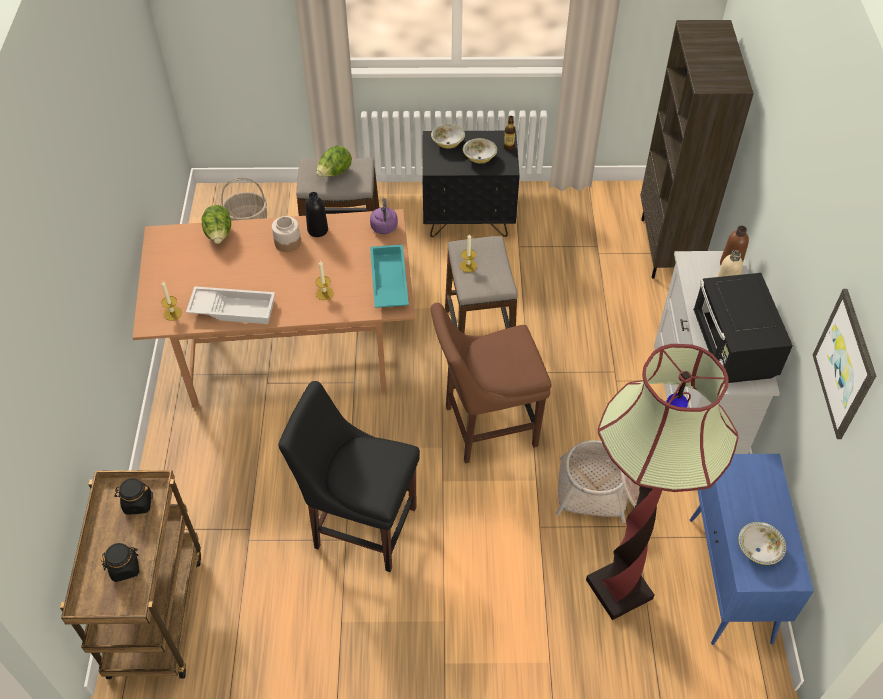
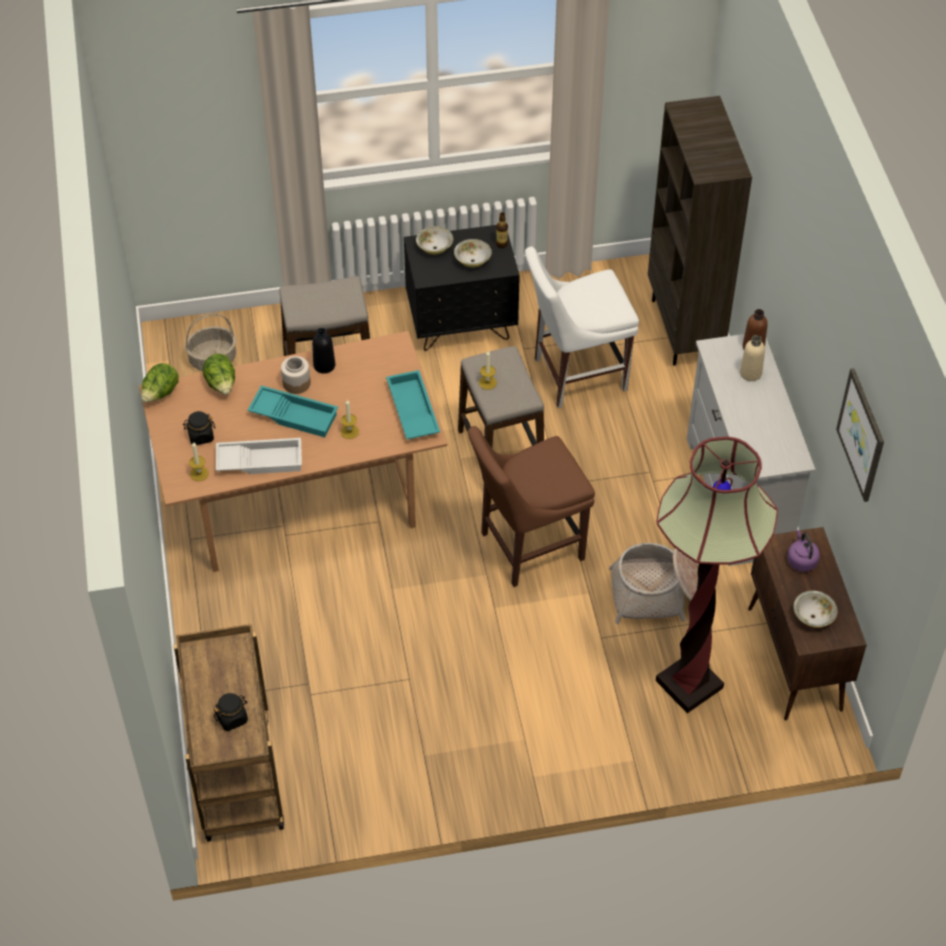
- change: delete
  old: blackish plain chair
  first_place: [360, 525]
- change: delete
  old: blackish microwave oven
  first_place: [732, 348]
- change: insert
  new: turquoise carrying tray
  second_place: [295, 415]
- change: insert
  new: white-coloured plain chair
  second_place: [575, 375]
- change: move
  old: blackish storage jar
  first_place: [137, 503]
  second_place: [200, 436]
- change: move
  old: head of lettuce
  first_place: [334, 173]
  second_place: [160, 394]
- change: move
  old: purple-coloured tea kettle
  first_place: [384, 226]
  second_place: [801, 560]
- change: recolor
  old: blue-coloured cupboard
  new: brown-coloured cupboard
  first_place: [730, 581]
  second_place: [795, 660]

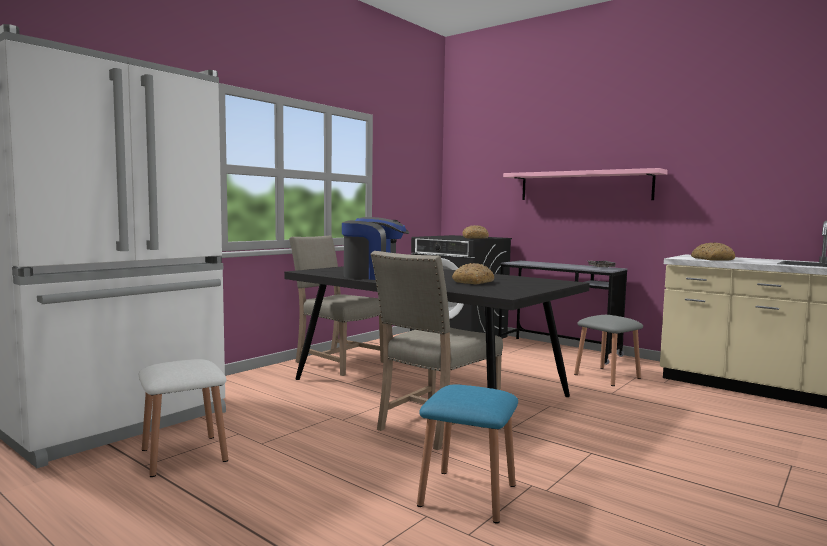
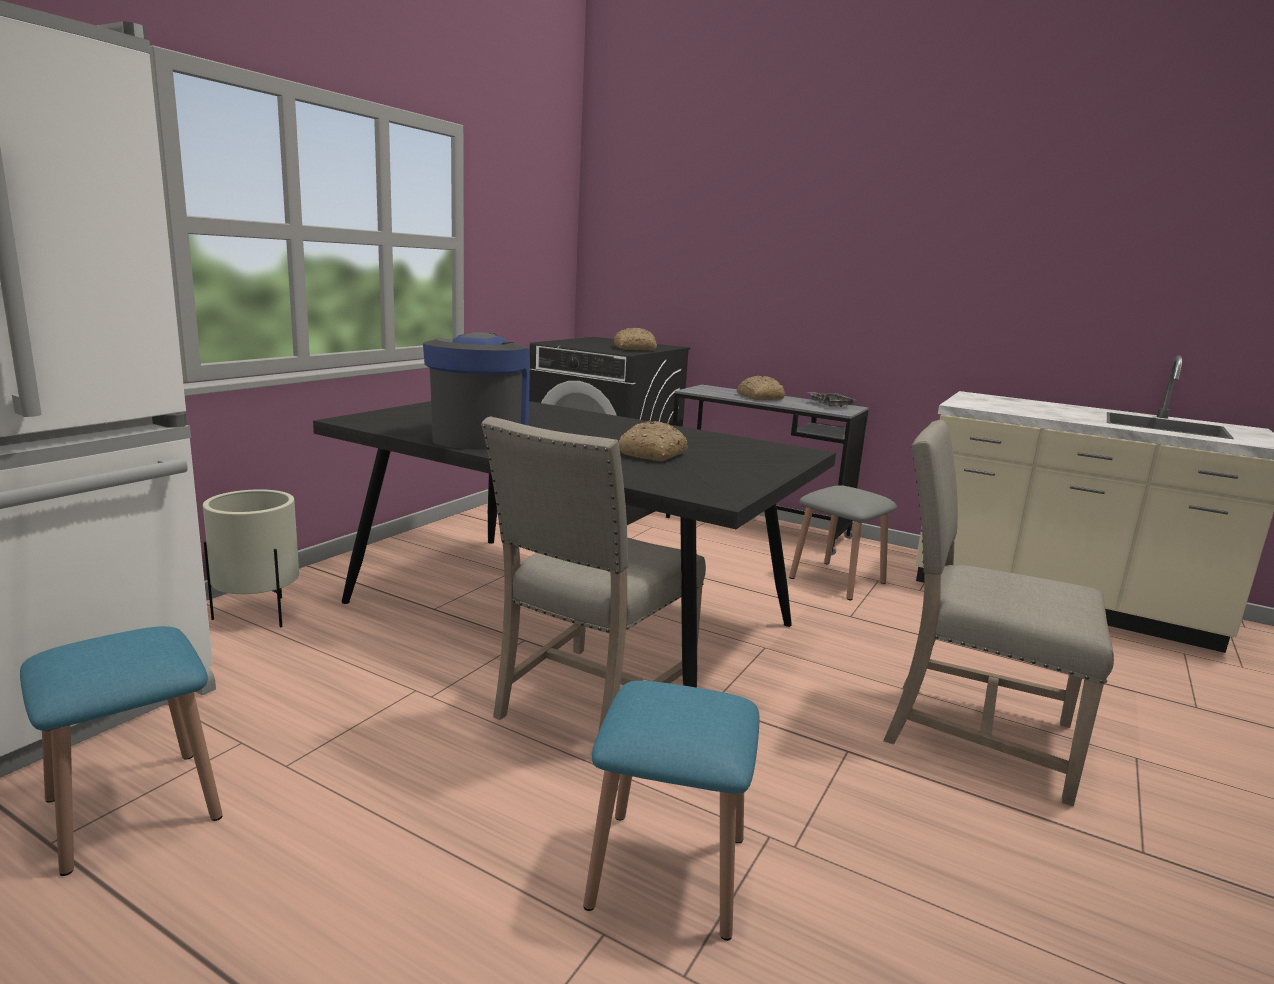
- change: delete
  old: pinkish bracket shelf
  first_place: [584, 186]
- change: insert
  new: sand-coloured planter
  second_place: [258, 614]
- change: move
  old: sand-coloured plain chair
  first_place: [337, 362]
  second_place: [971, 733]
- change: move
  old: bakery bread
  first_place: [711, 259]
  second_place: [759, 397]
- change: recolor
  old: white-coloured stool seat
  new: blue-coloured stool seat
  first_place: [184, 455]
  second_place: [133, 808]
- change: rotate
  old: coffee machine
  first_place: [374, 276]
  second_place: [479, 436]
  degrees: -90

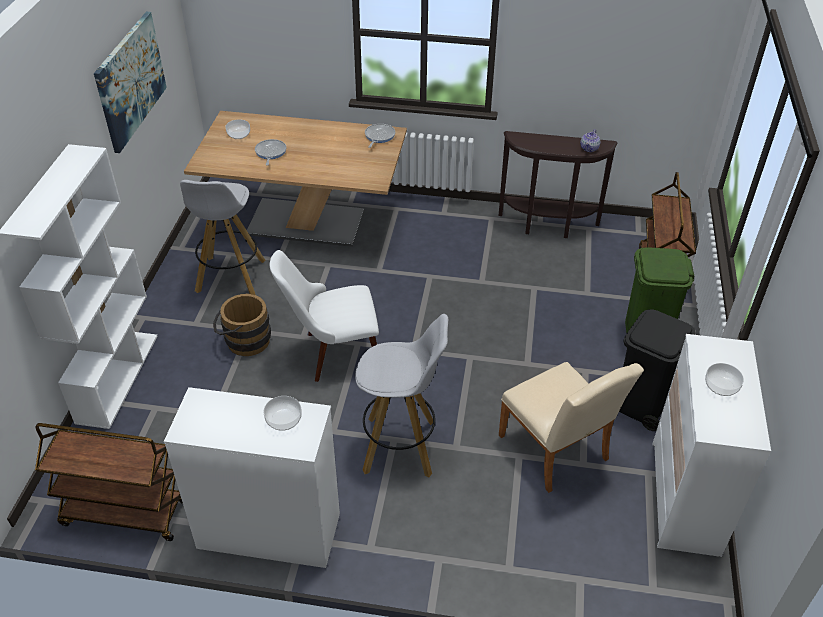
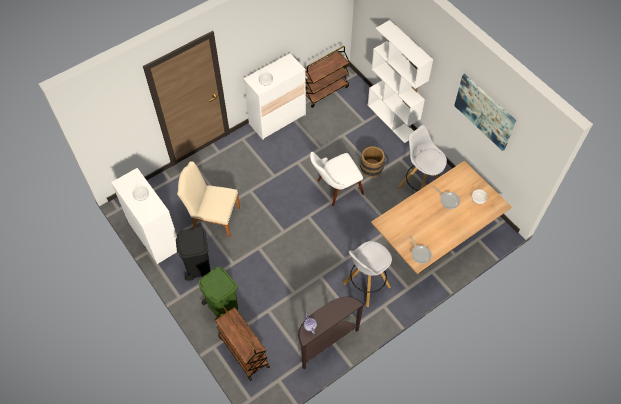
- change: move
  old: white-coloured stool seat
  first_place: [401, 446]
  second_place: [366, 285]
- change: rotate
  old: white-coloured plain chair
  first_place: [333, 354]
  second_place: [334, 189]
  degrees: -150

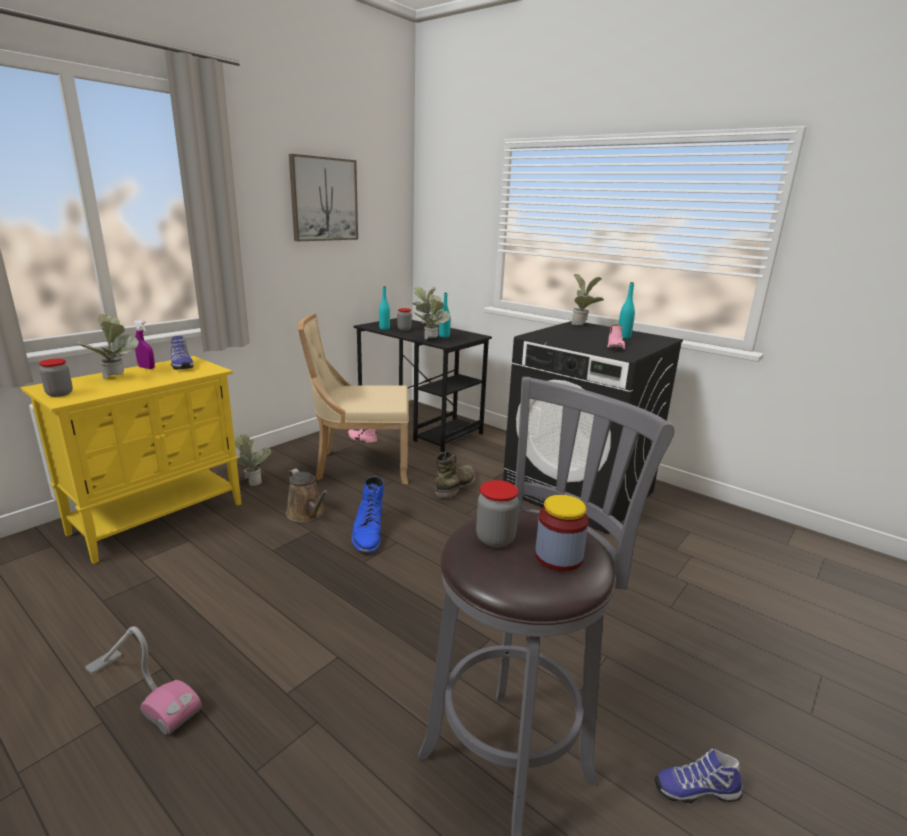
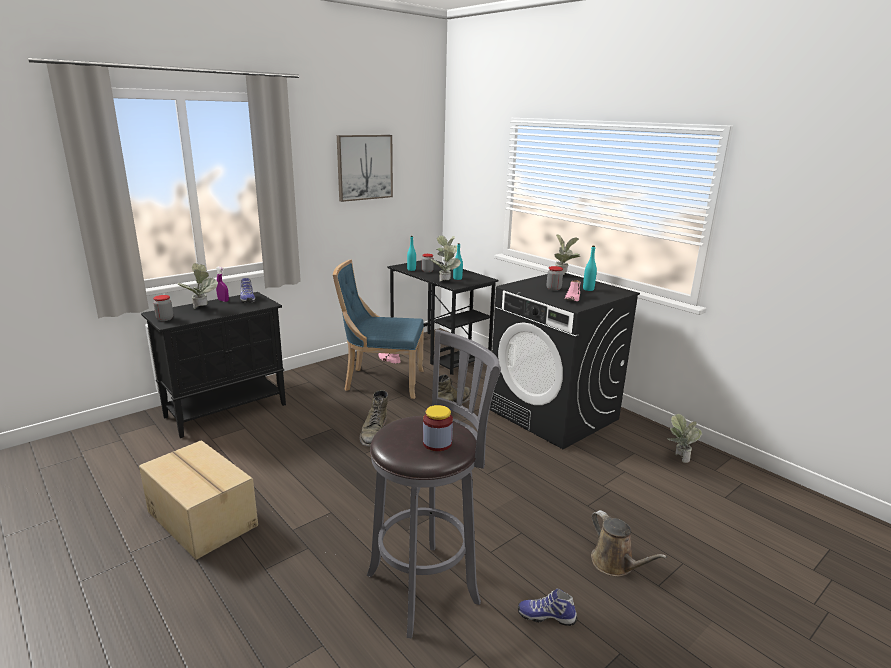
- change: move
  old: potted plant
  first_place: [251, 481]
  second_place: [678, 457]
- change: move
  old: brown-coloured watering pot
  first_place: [307, 514]
  second_place: [615, 564]
- change: move
  old: storage jar
  first_place: [495, 539]
  second_place: [553, 289]
- change: replace
  old: hoover
  new: cardboard box
  first_place: [141, 690]
  second_place: [203, 518]
- change: recolor
  old: yellowish cupboard
  new: blackish cupboard
  first_place: [159, 518]
  second_place: [227, 410]
- change: recolor
  old: sand-coloured plain chair
  new: blue-coloured plain chair
  first_place: [360, 465]
  second_place: [381, 381]
- change: recolor
  old: blue-coloured boot
  new: green-coloured boot
  first_place: [368, 533]
  second_place: [374, 433]

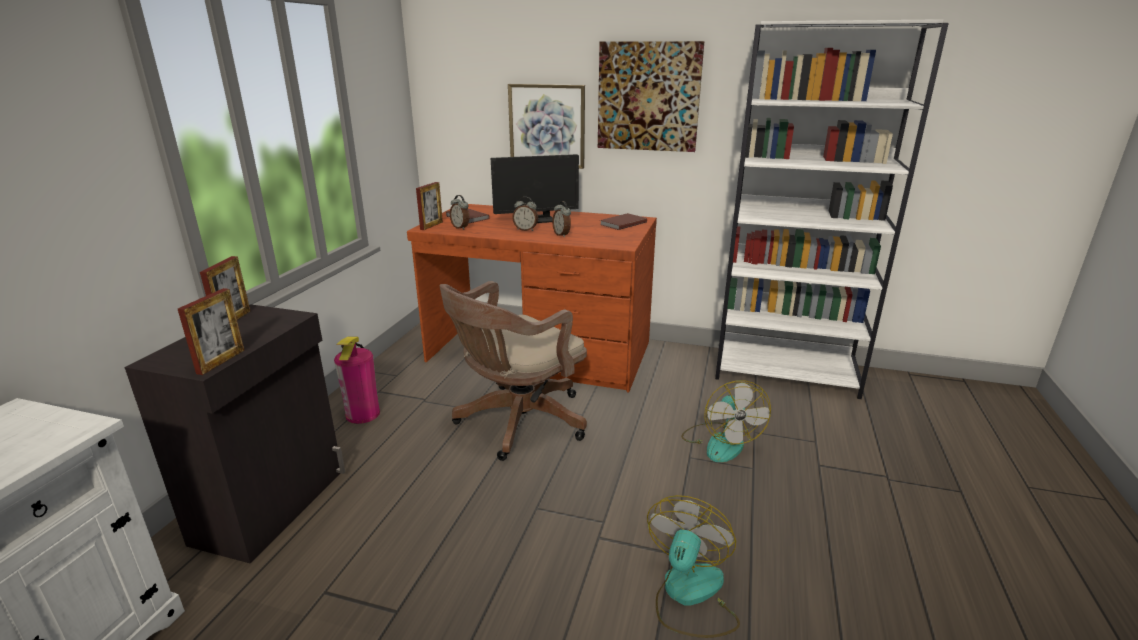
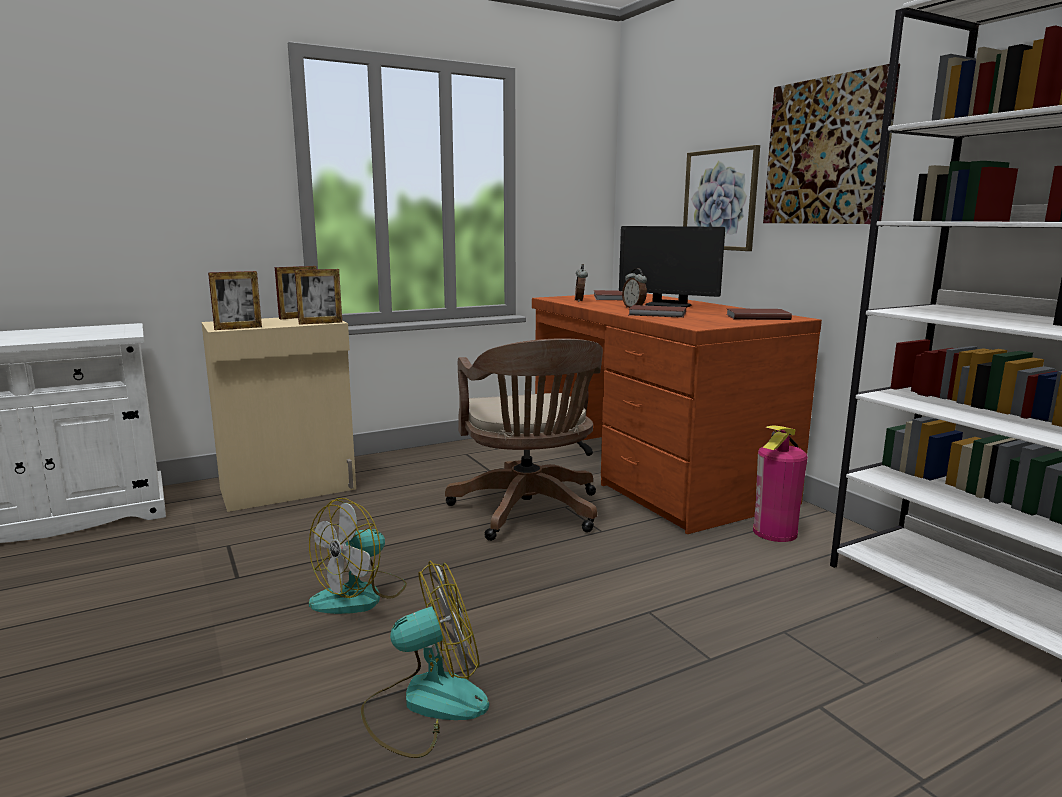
- change: move
  old: extinguisher
  first_place: [363, 414]
  second_place: [775, 532]
- change: move
  old: standing frame
  first_place: [431, 226]
  second_place: [320, 323]
- change: move
  old: electric fan
  first_place: [720, 442]
  second_place: [360, 595]
- change: replace
  old: table clock
  new: brown-coloured volume
  first_place: [562, 235]
  second_place: [658, 314]
- change: recolor
  old: blackish cupboard
  new: sand-coloured cupboard
  first_place: [273, 505]
  second_place: [290, 489]
- change: rotate
  old: brown-coloured office chair
  first_place: [517, 423]
  second_place: [529, 513]
  degrees: -105

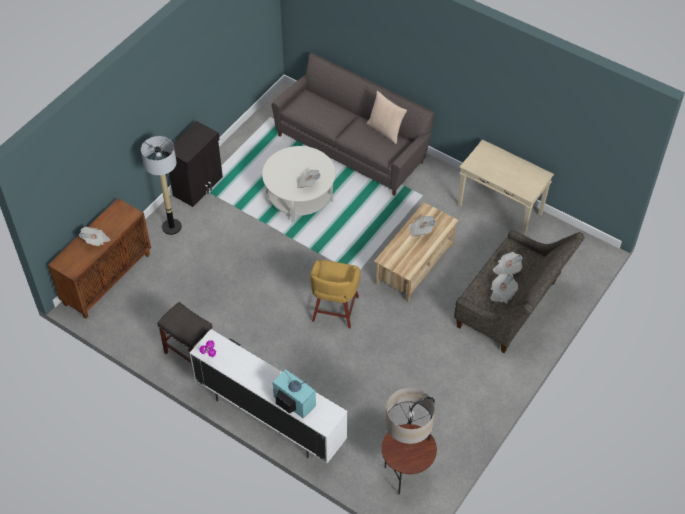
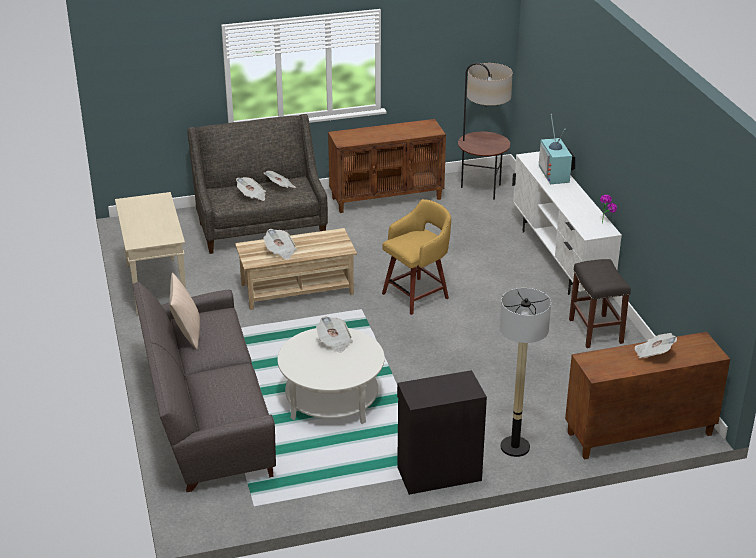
- change: insert
  new: brown-coloured cupboard
  second_place: [387, 198]

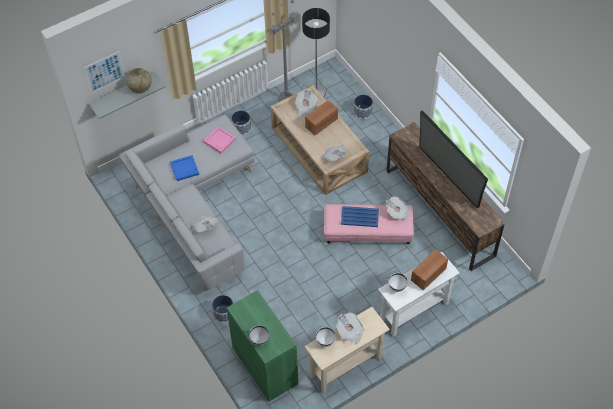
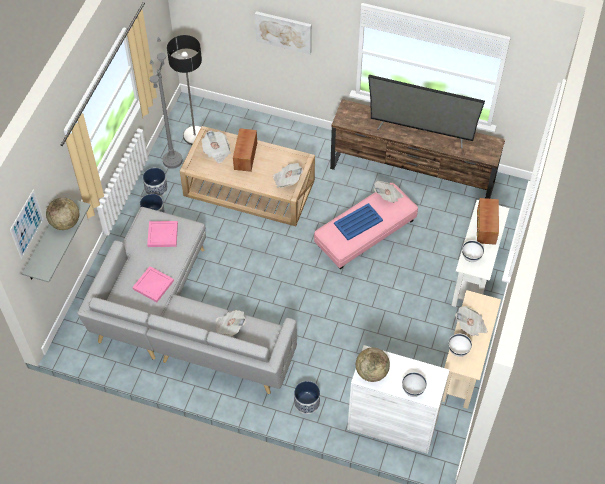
- change: insert
  new: picture
  second_place: [284, 31]
- change: insert
  new: desk globe
  second_place: [371, 372]
- change: move
  old: planter
  first_place: [362, 112]
  second_place: [156, 188]
- change: recolor
  old: blue-coloured carrying tray
  new: pinkish carrying tray
  first_place: [185, 169]
  second_place: [154, 285]
- change: recolor
  old: green-coloured cupboard
  new: white-coloured cupboard
  first_place: [265, 366]
  second_place: [392, 423]

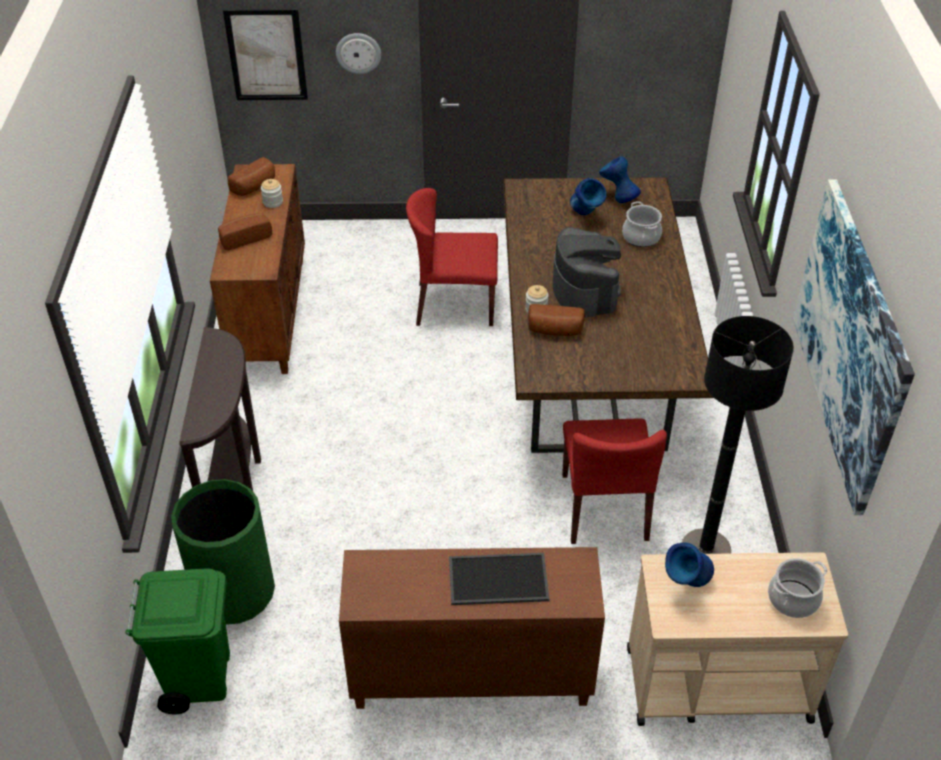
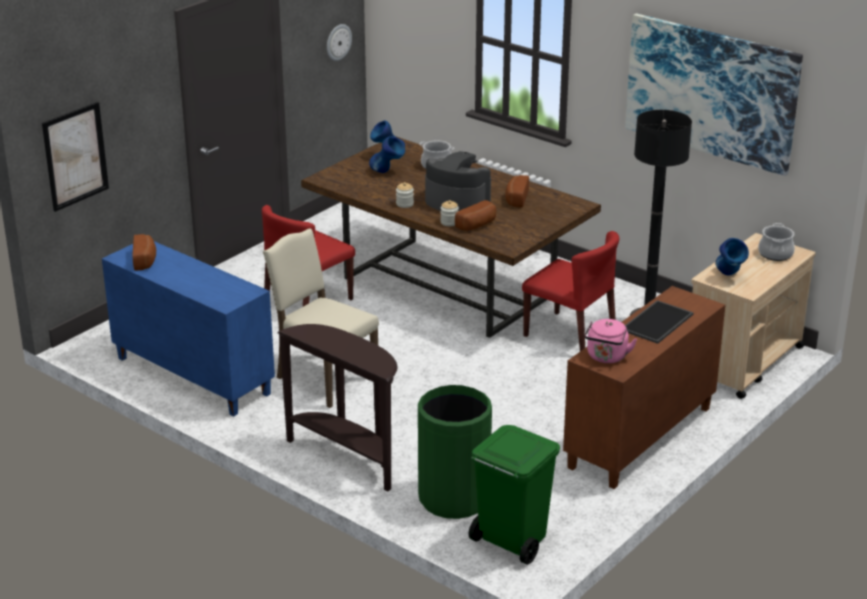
- change: insert
  new: sand-coloured plain chair
  second_place: [324, 378]
- change: insert
  new: pinkish tea kettle
  second_place: [606, 357]
- change: move
  old: bakery bread
  first_place: [244, 238]
  second_place: [515, 199]
- change: move
  old: storage jar
  first_place: [273, 202]
  second_place: [405, 204]
- change: move
  old: wall clock
  first_place: [358, 52]
  second_place: [338, 42]
- change: recolor
  old: brown-coloured cupboard
  new: blue-coloured cupboard
  first_place: [268, 314]
  second_place: [191, 376]

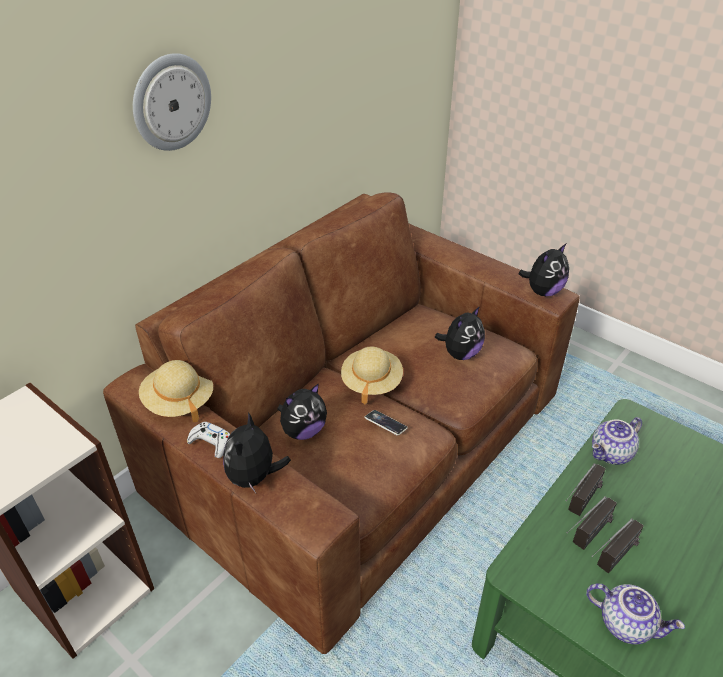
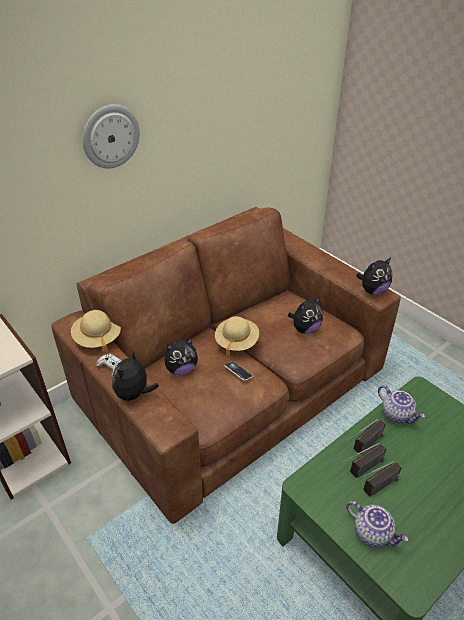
- change: rotate
  old: tea pot
  first_place: [611, 454]
  second_place: [397, 414]
  degrees: -105

